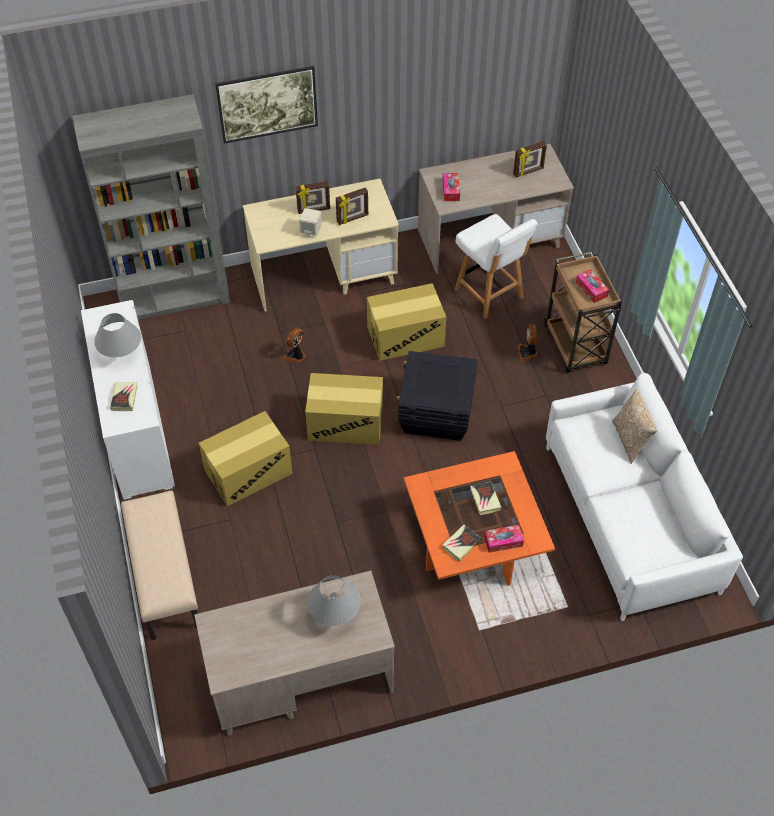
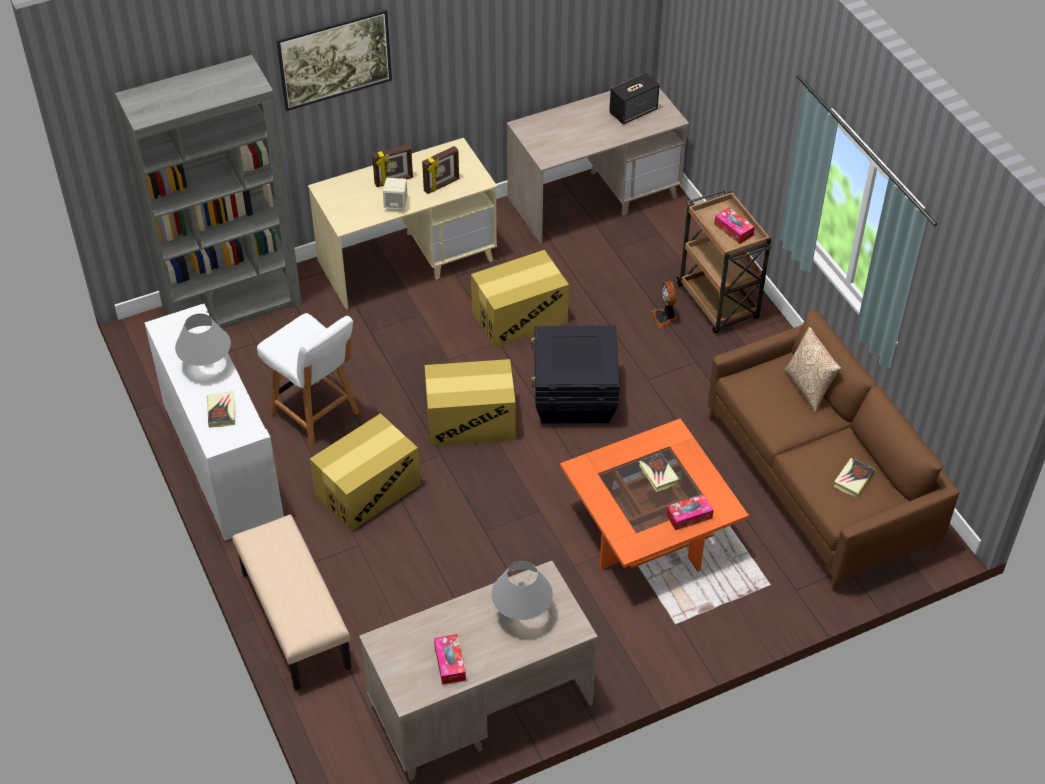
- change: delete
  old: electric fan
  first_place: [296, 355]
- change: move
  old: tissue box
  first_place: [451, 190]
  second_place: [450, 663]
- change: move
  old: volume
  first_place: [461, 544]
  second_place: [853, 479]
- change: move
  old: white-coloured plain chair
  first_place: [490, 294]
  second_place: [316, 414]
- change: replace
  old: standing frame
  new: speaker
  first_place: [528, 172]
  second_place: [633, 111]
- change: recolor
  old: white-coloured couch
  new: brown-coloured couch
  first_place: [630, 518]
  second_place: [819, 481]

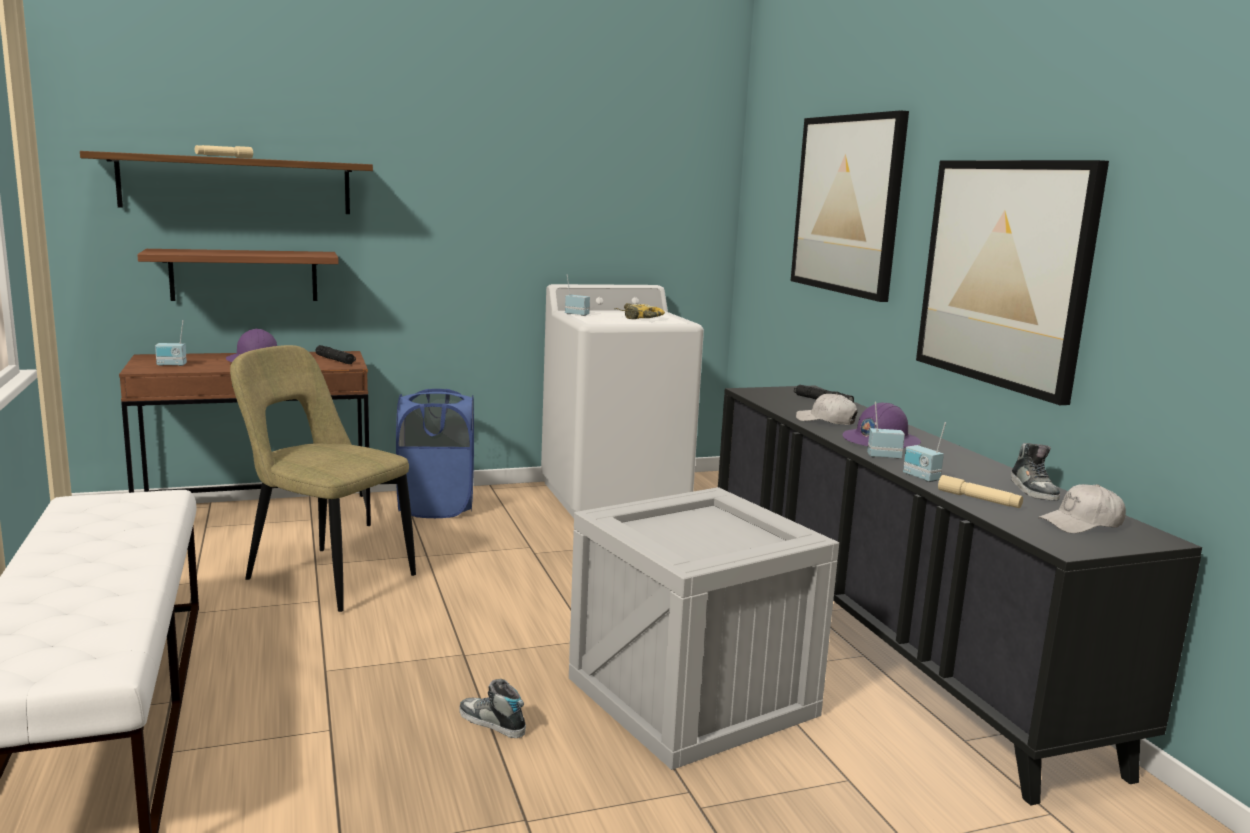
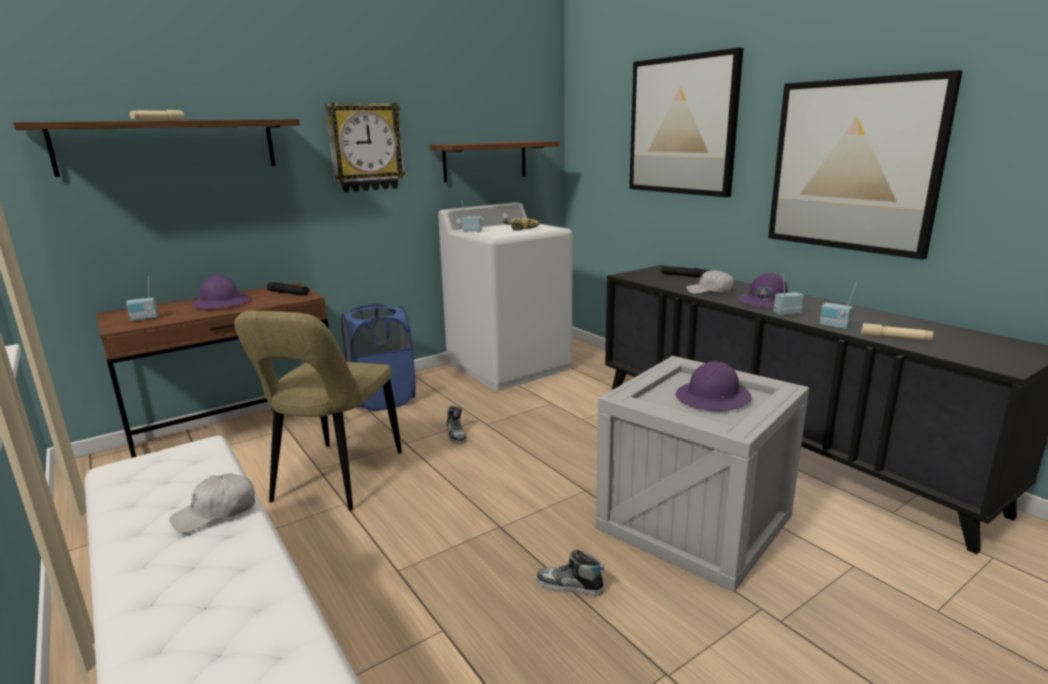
- change: insert
  new: wall clock
  second_place: [365, 147]
- change: insert
  new: purple-coloured work helmet
  second_place: [713, 398]
- change: move
  old: bracket shelf
  first_place: [244, 275]
  second_place: [485, 161]
- change: move
  old: low shoe
  first_place: [1033, 490]
  second_place: [456, 435]
- change: move
  old: white-coloured baseball cap
  first_place: [1081, 524]
  second_place: [216, 512]
- change: rotate
  old: sand-coloured plain chair
  first_place: [325, 577]
  second_place: [335, 479]
  degrees: -90

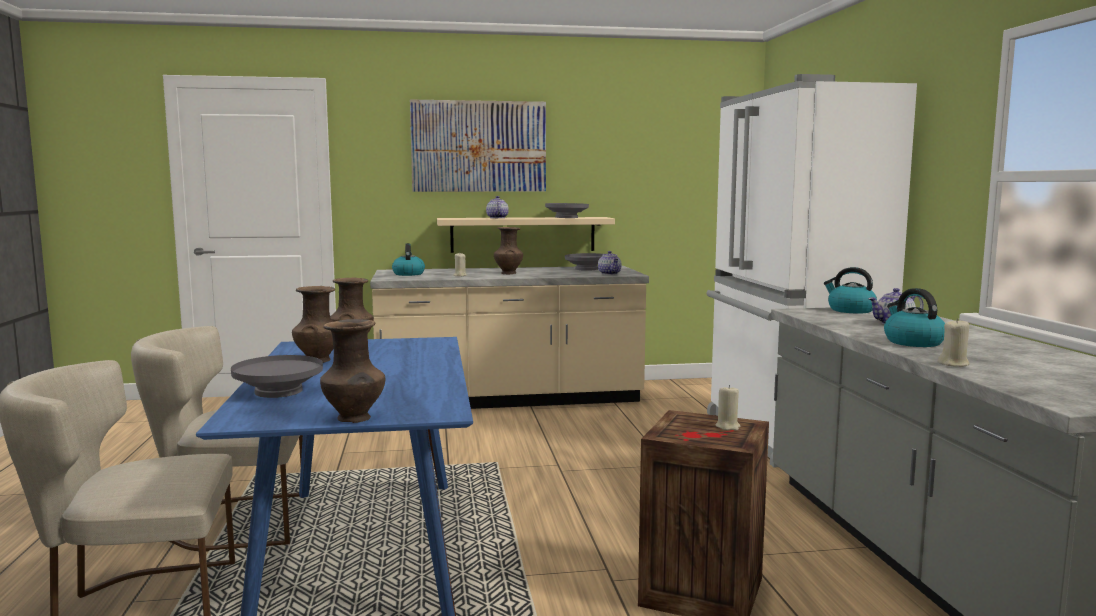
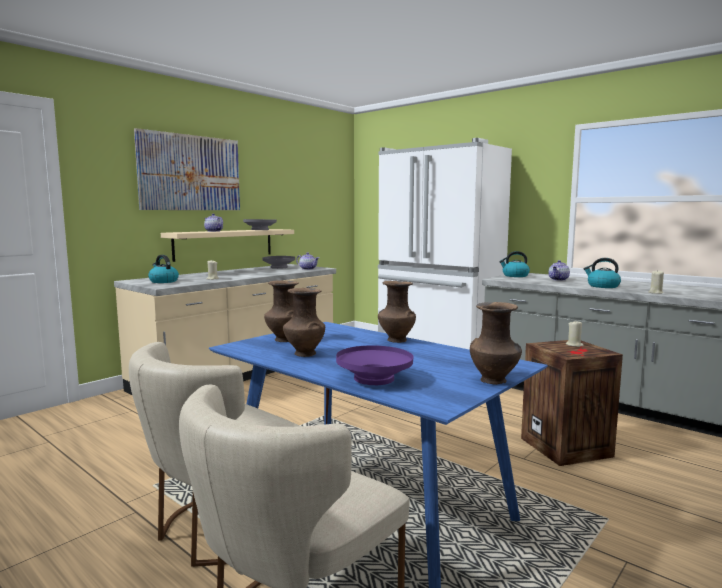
- change: move
  old: brown-coloured decorative vase
  first_place: [508, 273]
  second_place: [396, 340]
- change: recolor
  old: greyish bowl
  new: purple-coloured bowl
  first_place: [279, 392]
  second_place: [374, 379]

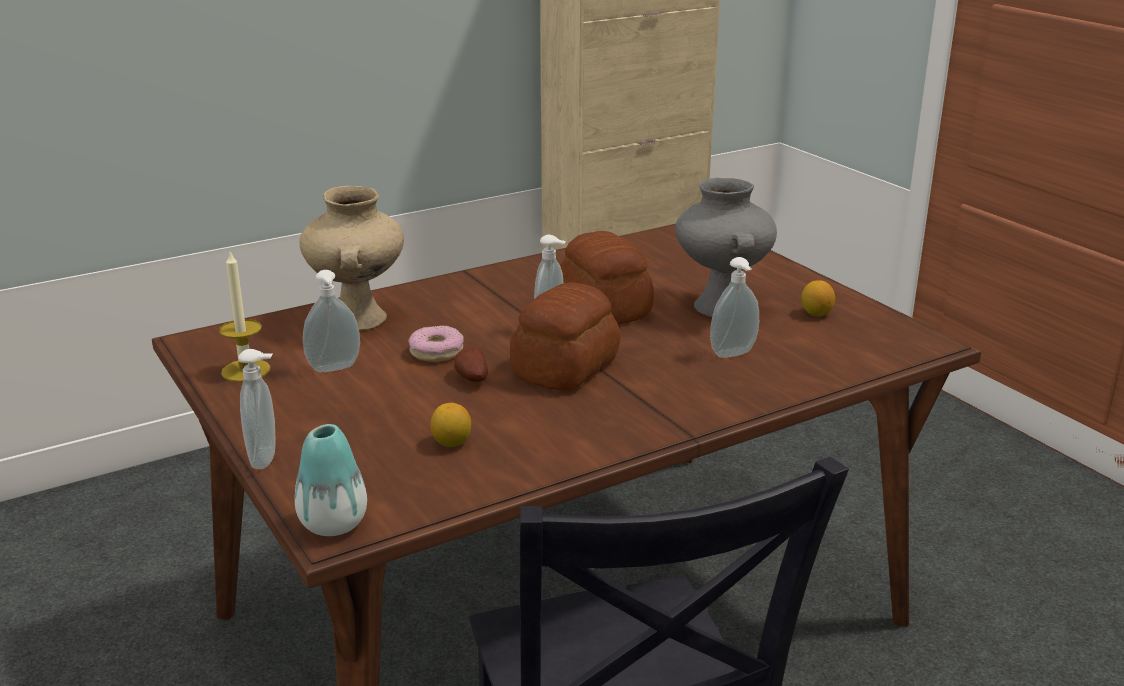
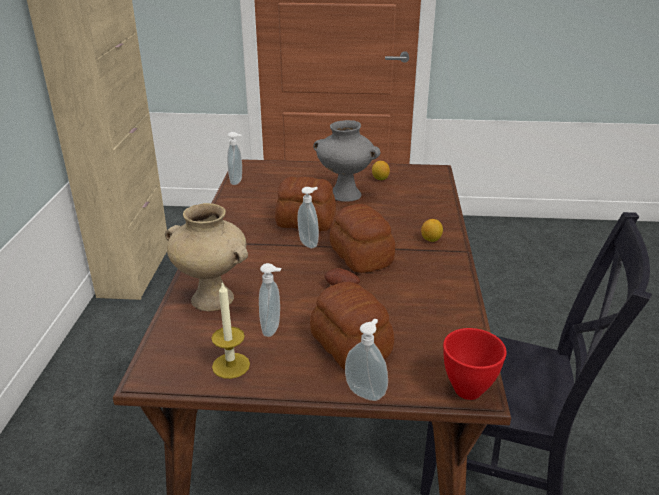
- change: delete
  old: doughnut
  first_place: [436, 352]
- change: insert
  new: bakery bread
  second_place: [350, 346]
- change: move
  old: lemon
  first_place: [451, 443]
  second_place: [431, 239]
- change: move
  old: soap dispenser
  first_place: [734, 354]
  second_place: [237, 181]
- change: replace
  old: decorative vase
  new: red-coloured bowl
  first_place: [333, 524]
  second_place: [468, 389]

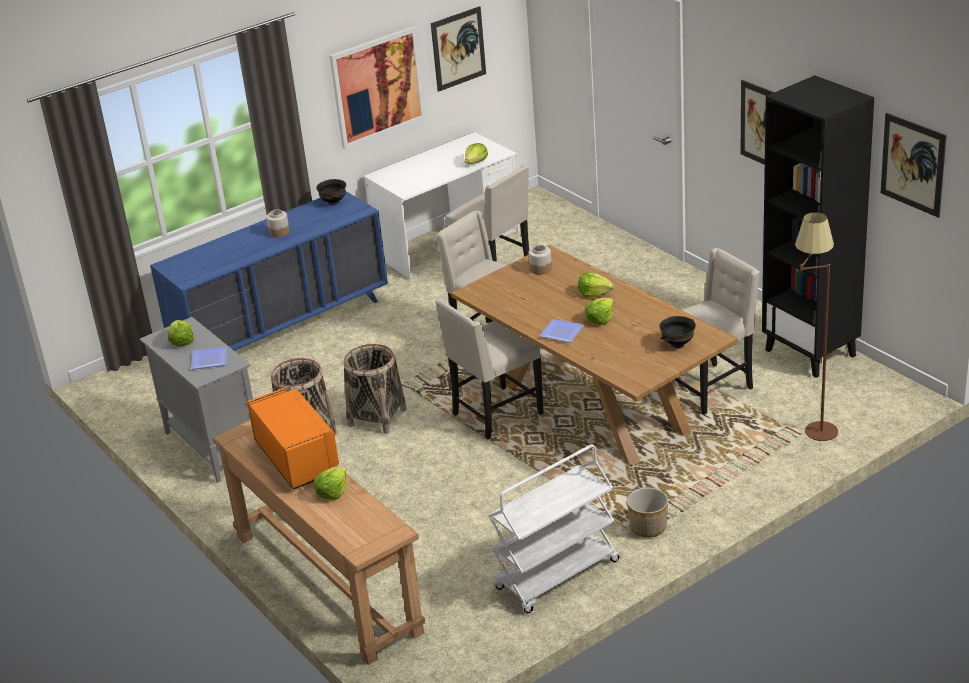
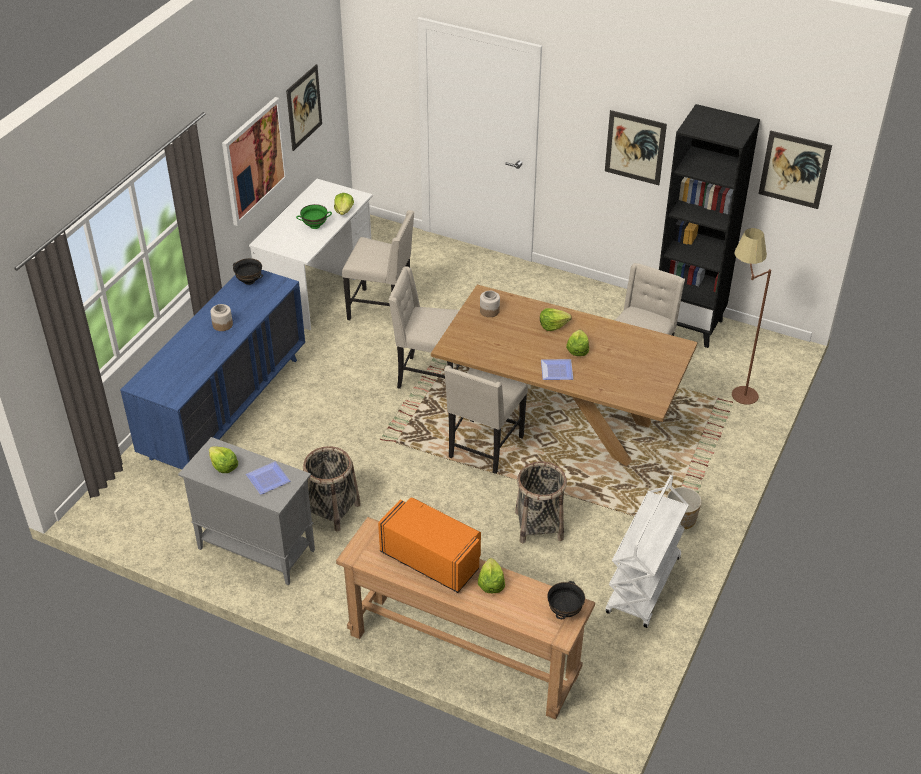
- change: insert
  new: green-coloured bowl
  second_place: [315, 226]
- change: move
  old: household basket
  first_place: [377, 417]
  second_place: [539, 525]
- change: move
  old: blackish bowl
  first_place: [677, 344]
  second_place: [564, 611]

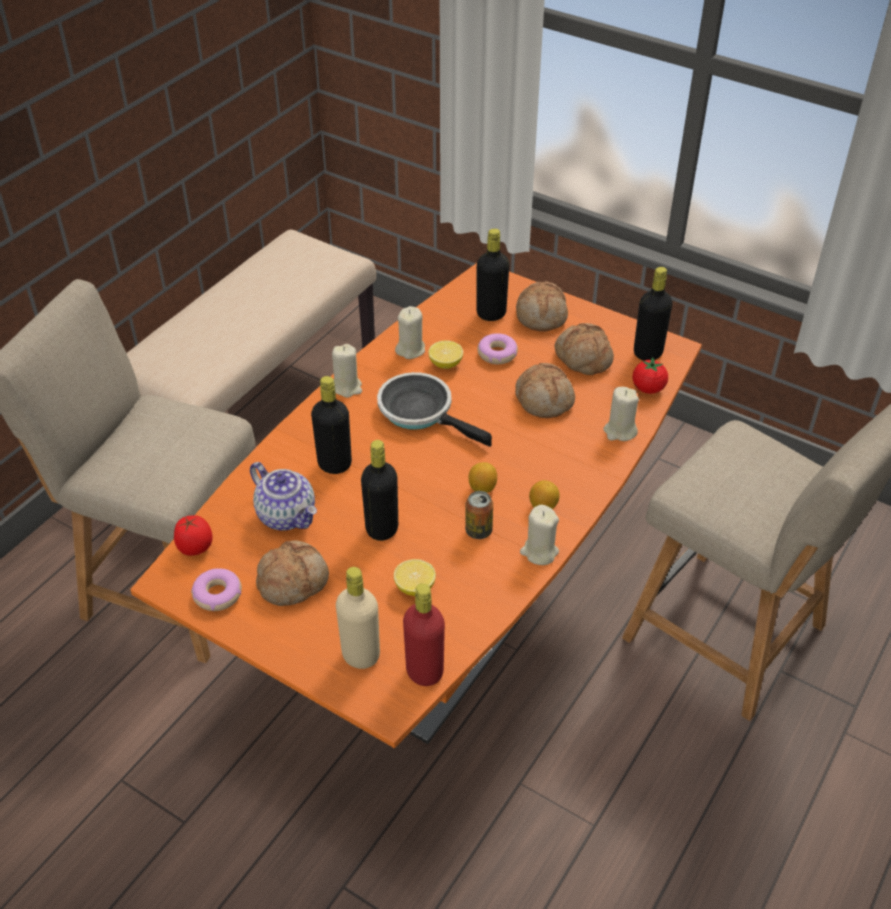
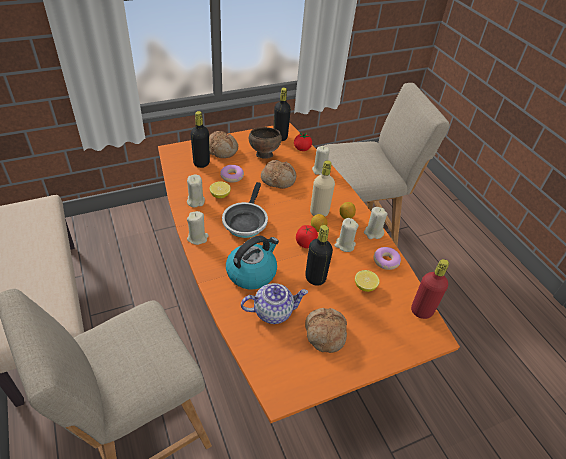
- change: move
  old: whole tomato
  first_place: [196, 548]
  second_place: [305, 244]
- change: move
  old: doughnut
  first_place: [217, 594]
  second_place: [386, 261]
- change: move
  old: sand-coloured beverage bottle
  first_place: [361, 655]
  second_place: [319, 212]
- change: replace
  old: blackish beverage bottle
  new: tea kettle
  first_place: [334, 464]
  second_place: [252, 272]
- change: replace
  old: can
  new: sand-coloured candle
  first_place: [478, 531]
  second_place: [344, 245]
- change: replace
  old: bakery bread
  new: brown-coloured bowl
  first_place: [582, 358]
  second_place: [263, 155]
- change: rotate
  old: frying pan
  first_place: [421, 412]
  second_place: [245, 221]
  degrees: -60

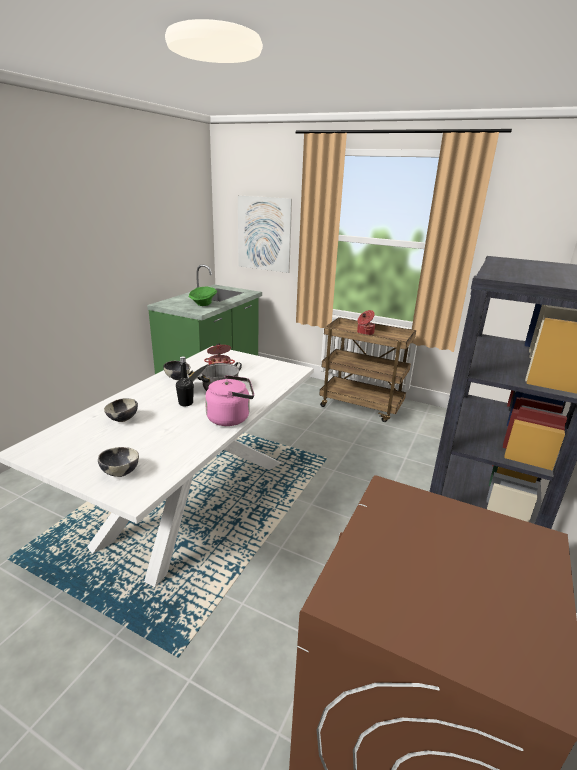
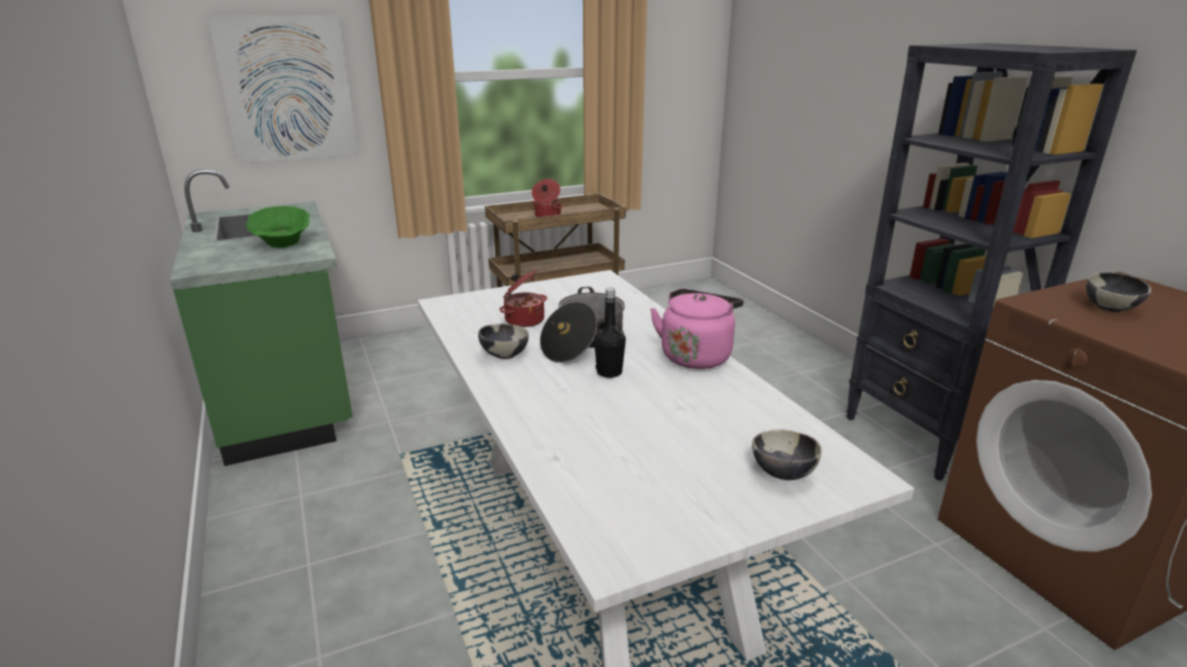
- change: move
  old: bowl
  first_place: [123, 419]
  second_place: [1110, 308]

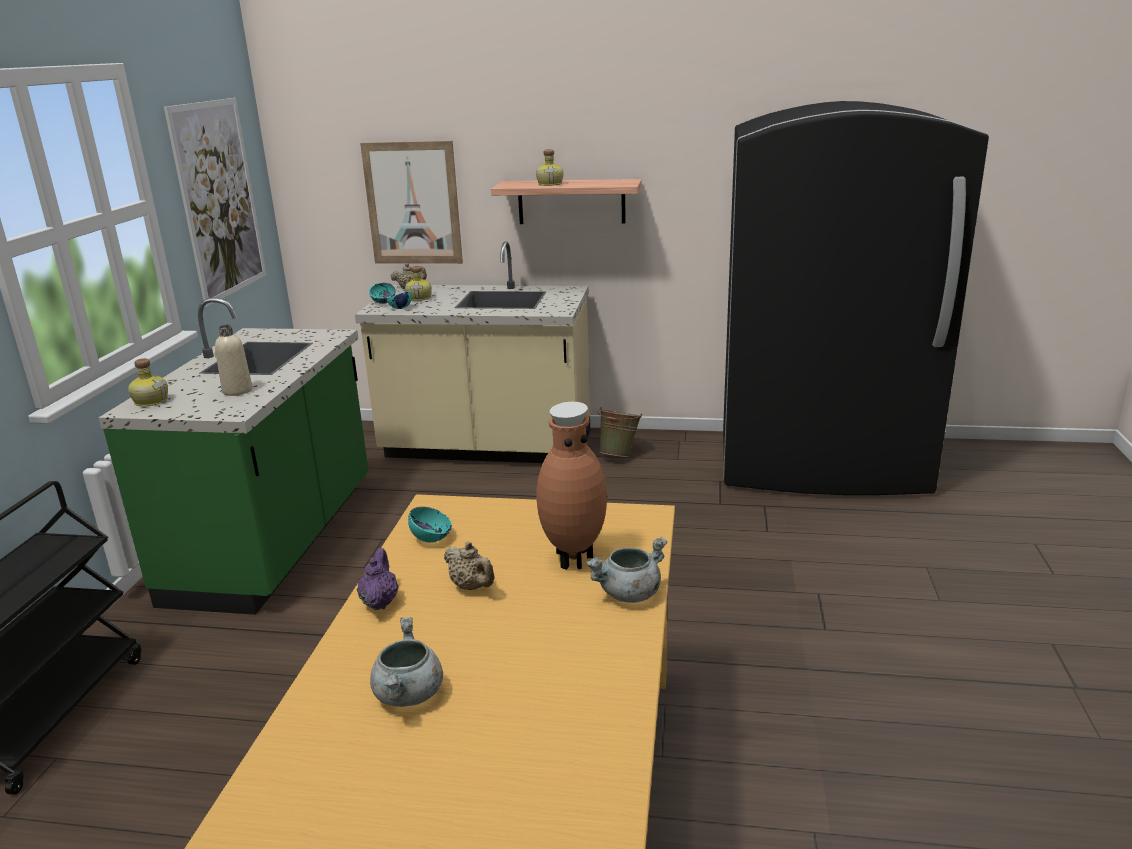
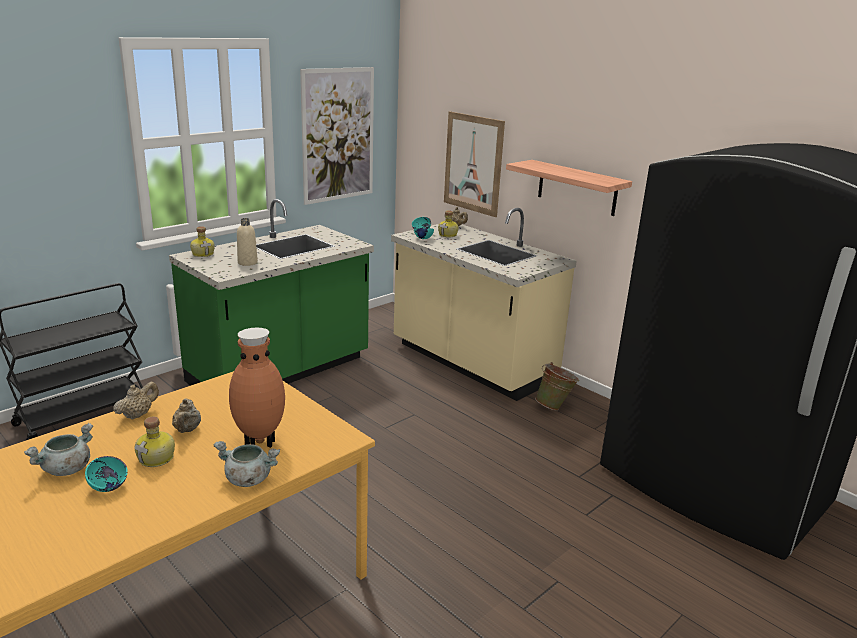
- change: move
  old: turquoise bowl
  first_place: [431, 539]
  second_place: [108, 487]
- change: move
  old: beverage bottle
  first_place: [550, 184]
  second_place: [157, 458]
- change: recolor
  old: purple-coloured tea pot
  new: sand-coloured tea pot
  first_place: [380, 602]
  second_place: [138, 415]

